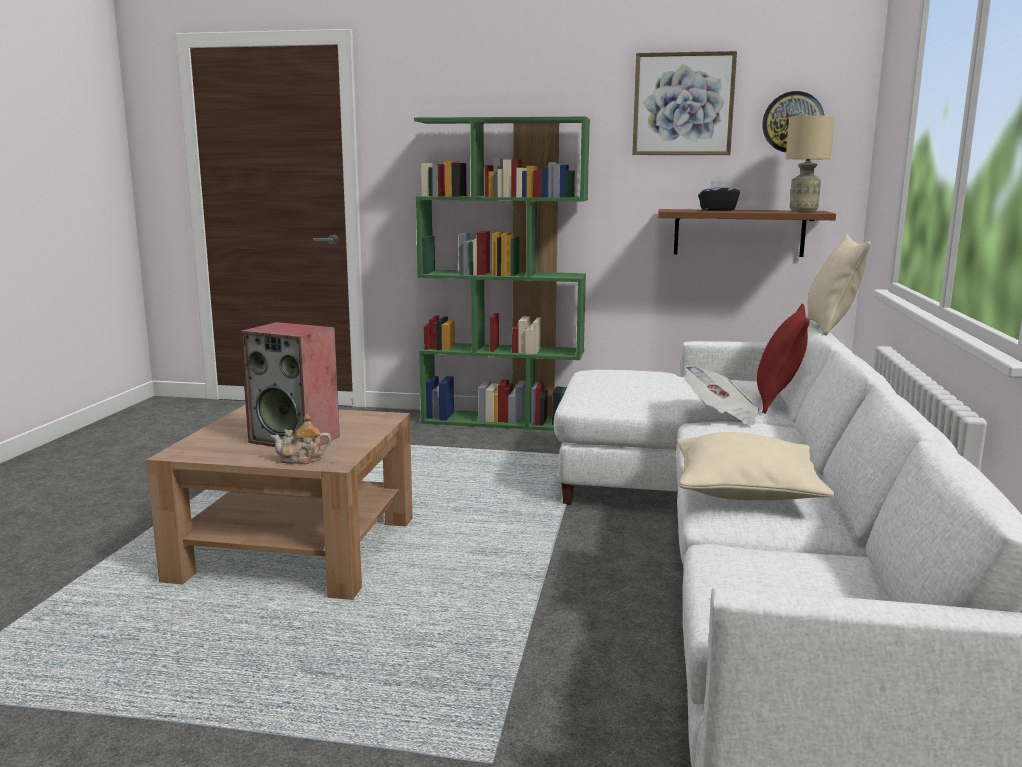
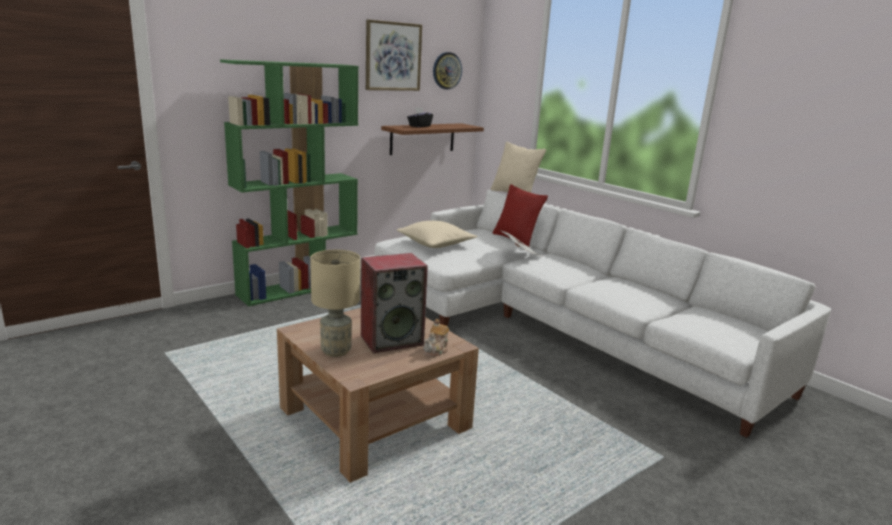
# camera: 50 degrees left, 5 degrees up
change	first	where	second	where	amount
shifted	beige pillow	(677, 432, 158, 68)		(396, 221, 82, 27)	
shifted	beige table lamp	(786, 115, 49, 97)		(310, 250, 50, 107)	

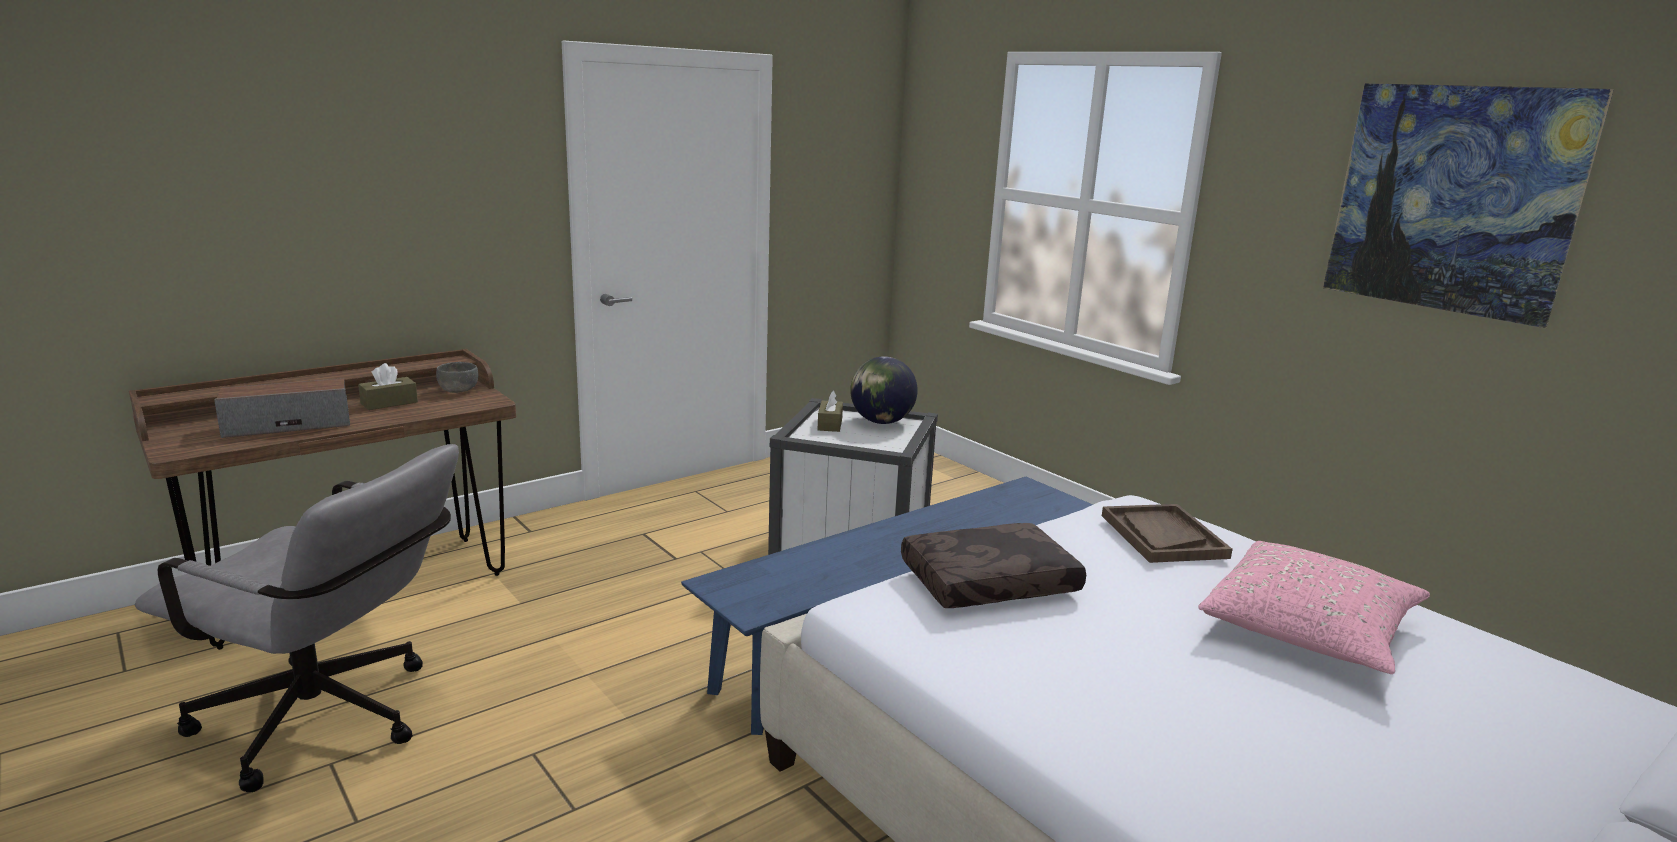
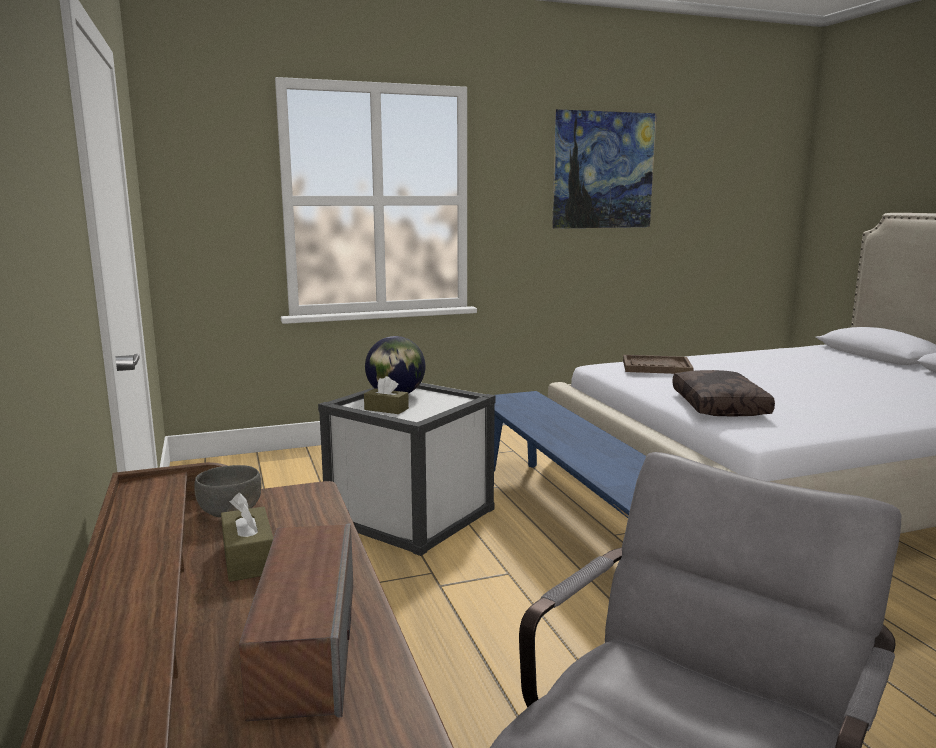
# camera: 70 degrees left, 5 degrees down
change	first	where	second	where	amount
gone	pink pillow	(1198, 541, 232, 133)			

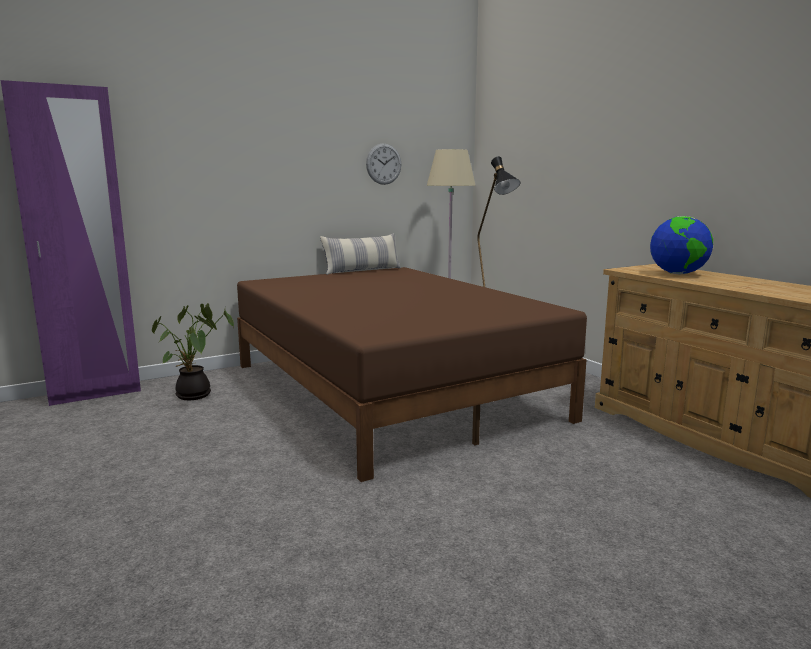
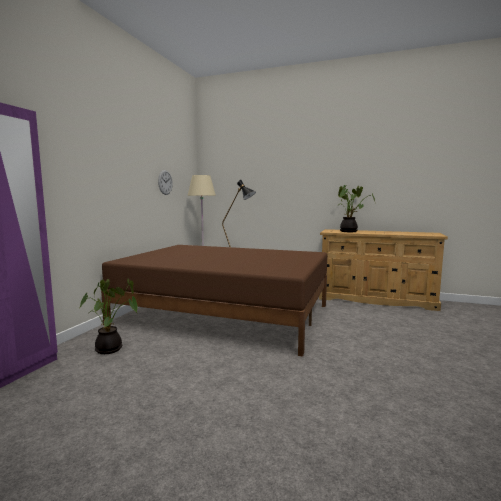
# camera: 40 degrees left, 5 degrees down
change	first	where	second	where	amount
gone	pillow	(320, 233, 81, 42)			
swapped	globe	(650, 216, 63, 58)	potted plant	(338, 185, 38, 47)	

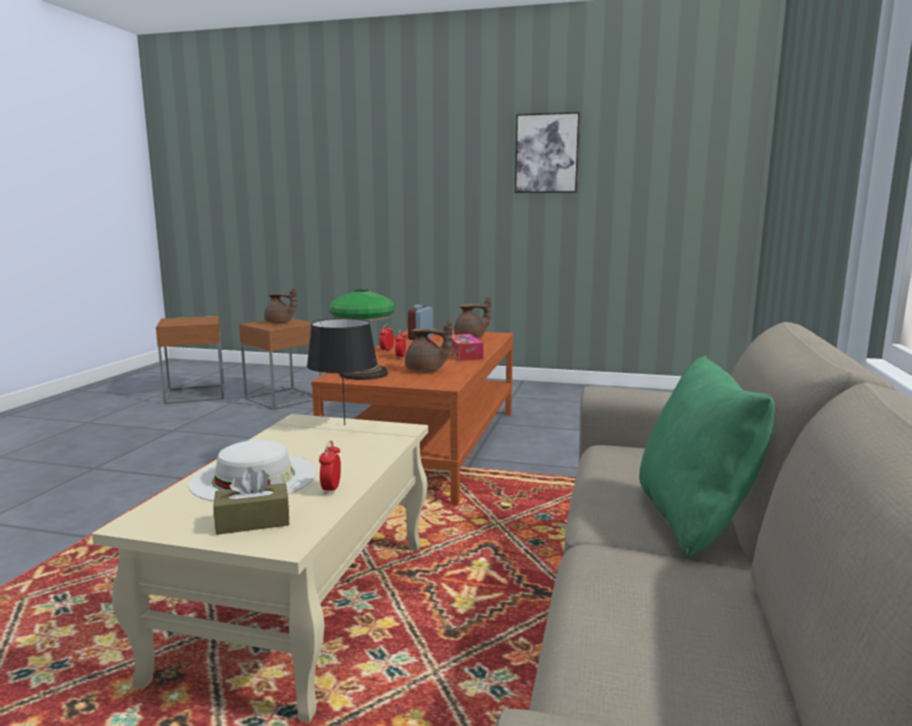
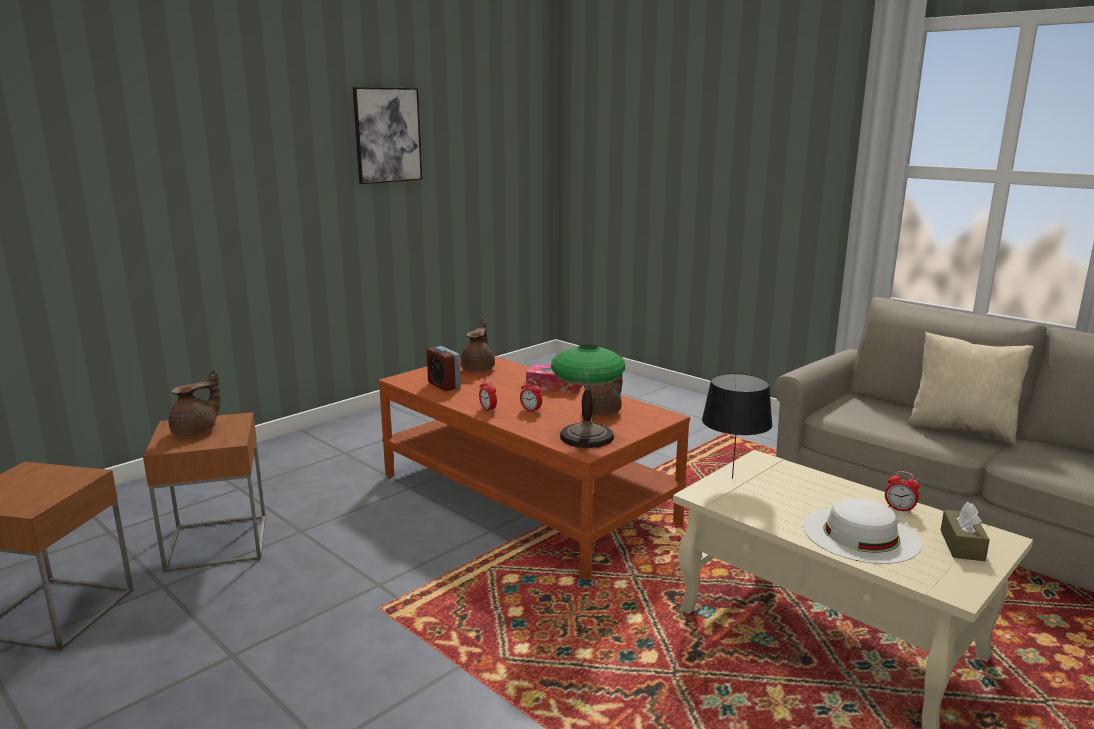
# camera: 60 degrees left, 5 degrees up
change	first	where	second	where	amount
repainted	green pillow	(639, 356, 136, 203)	beige pillow	(906, 332, 128, 114)	

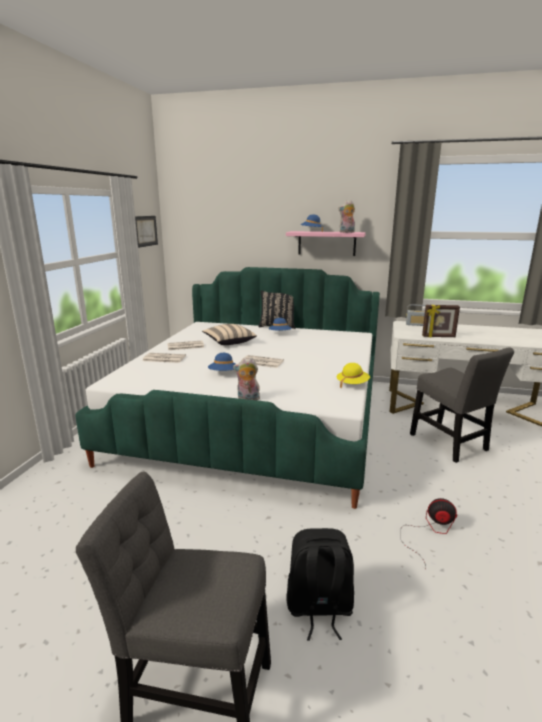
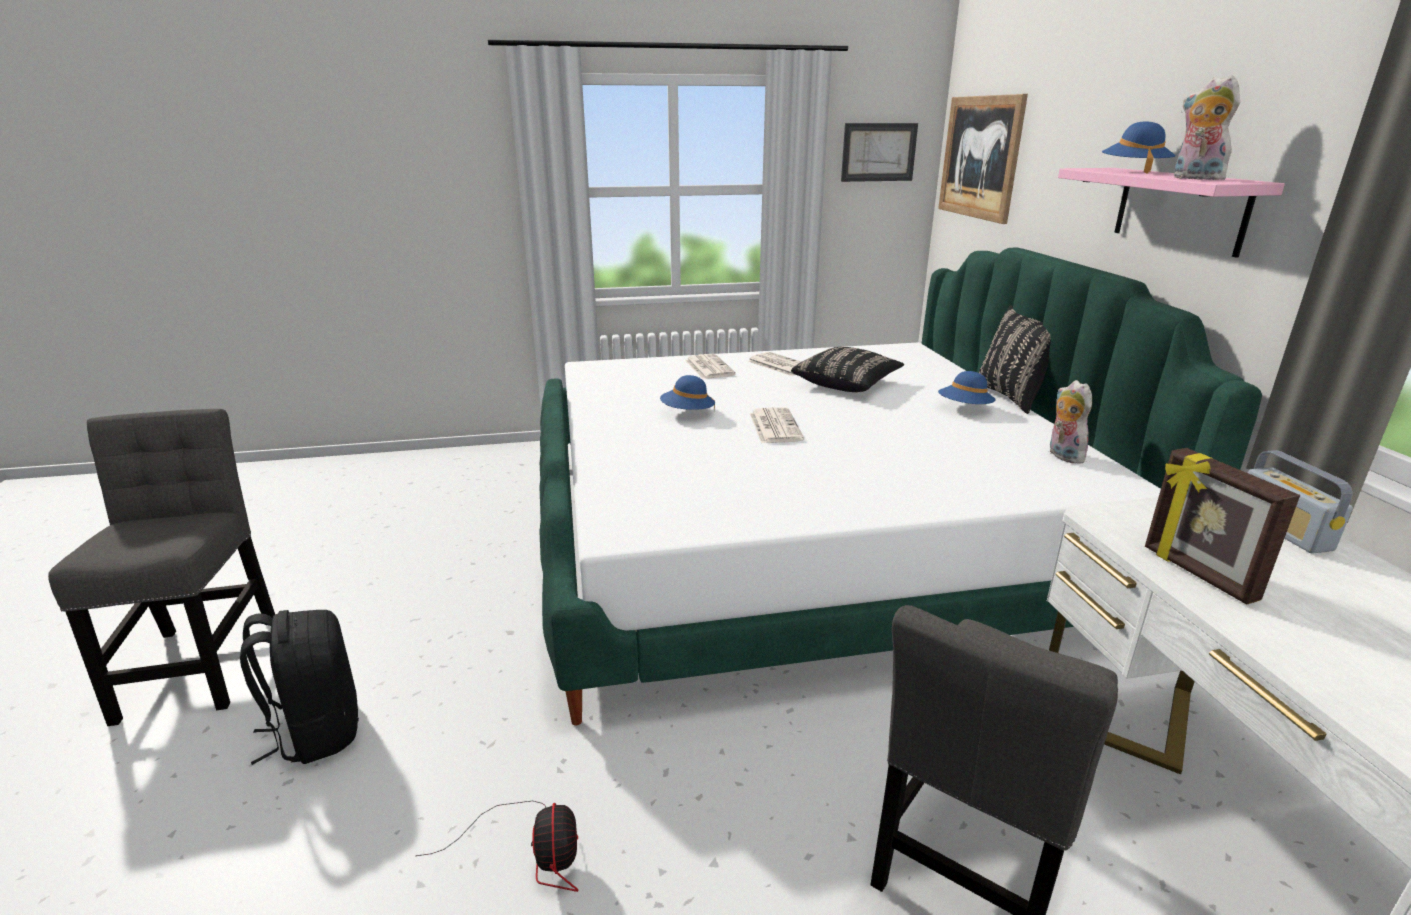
# camera: 65 degrees right, 5 degrees up
change	first	where	second	where	amount
repainted	beige pillow	(202, 324, 55, 21)	black pillow	(791, 347, 113, 45)	
shifted	plush toy	(233, 358, 27, 42)		(1050, 380, 42, 84)	
gone	yellow hat	(336, 363, 34, 25)			
new			picture	(938, 94, 90, 130)	

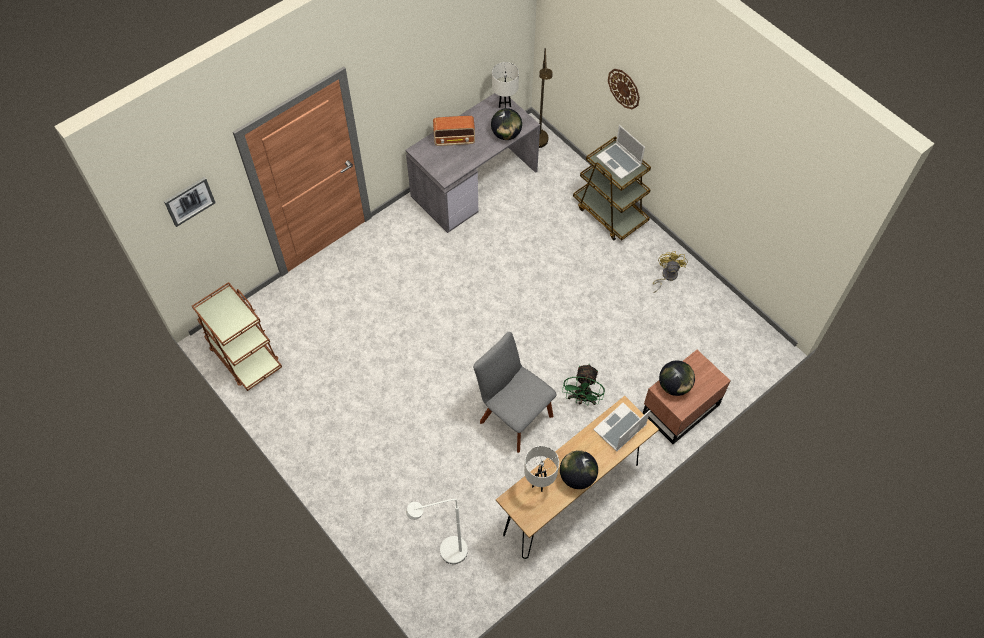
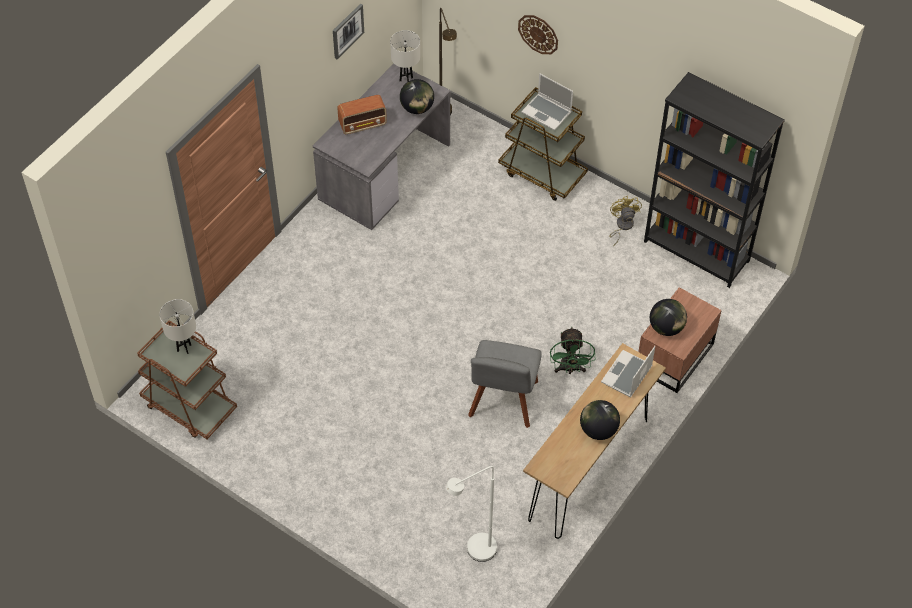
# camera: 15 degrees left, 5 degrees down
change	first	where	second	where	amount
shifted	picture	(164, 177, 51, 50)		(333, 4, 31, 55)	
rotated	grey chair	(473, 332, 83, 121)		(468, 340, 74, 88)	105 degrees counterclockwise
shifted	white table lamp	(524, 446, 35, 46)		(159, 299, 37, 55)	
new			black bookcase	(644, 72, 141, 216)	

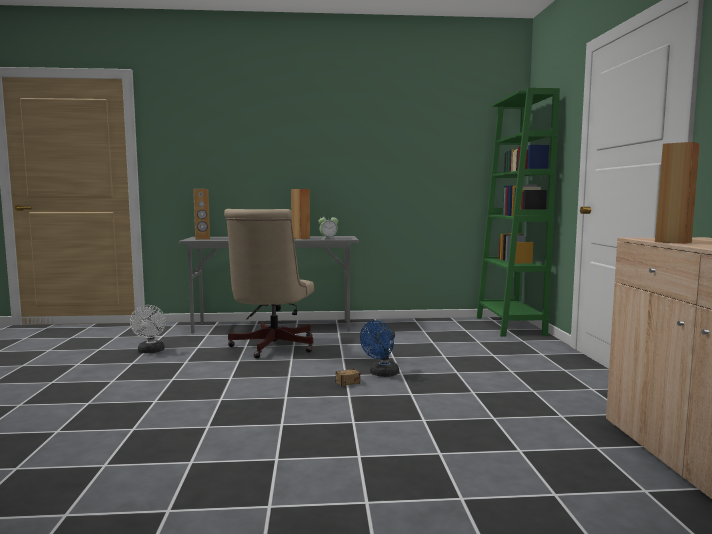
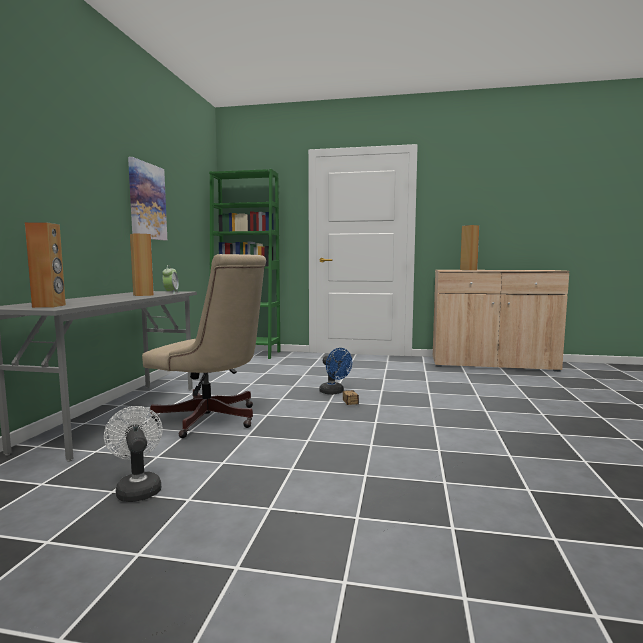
# camera: 75 degrees left, 0 degrees up
change	first	where	second	where	amount
rotated	white fan	(130, 305, 36, 48)		(104, 406, 59, 96)	120 degrees counterclockwise
new			picture	(128, 157, 39, 83)	

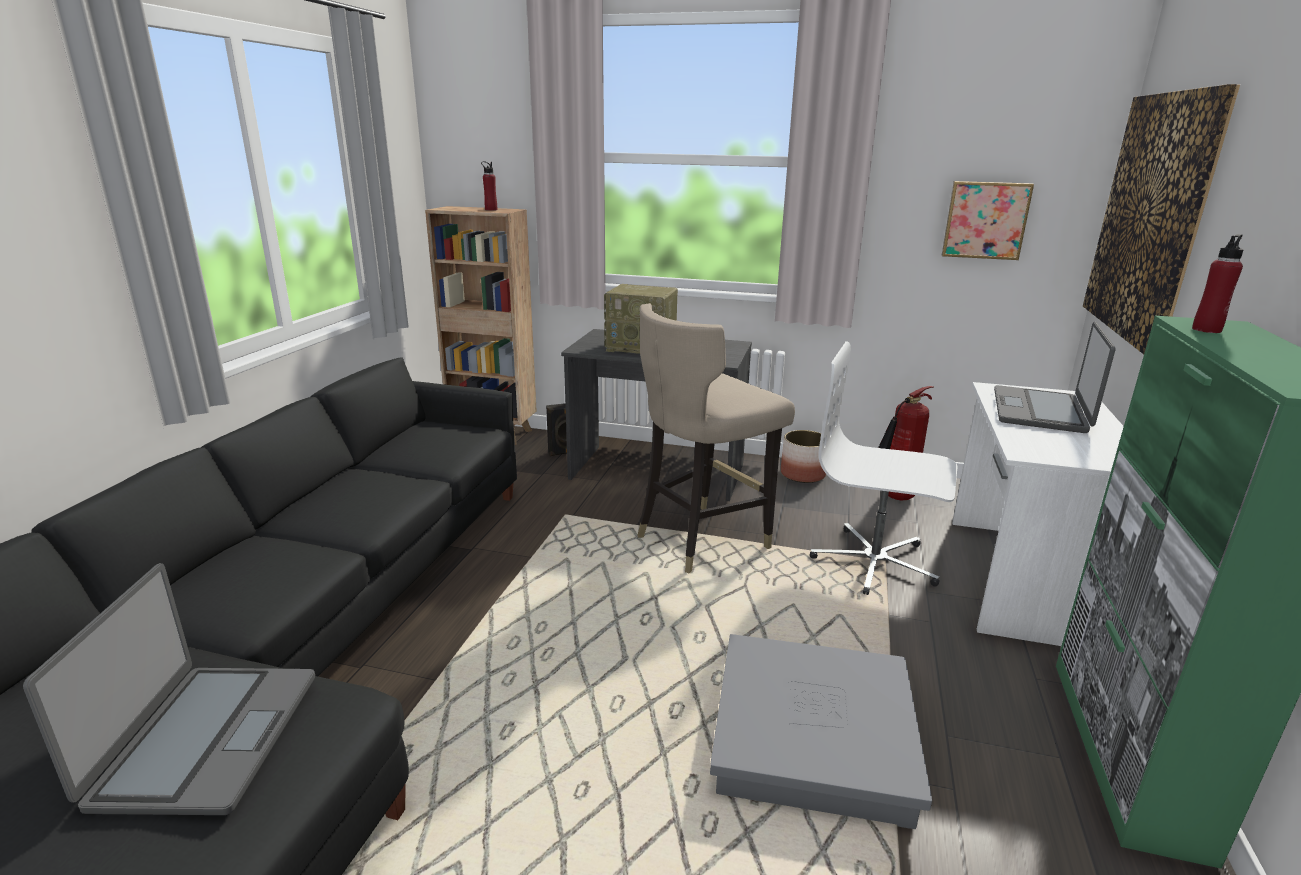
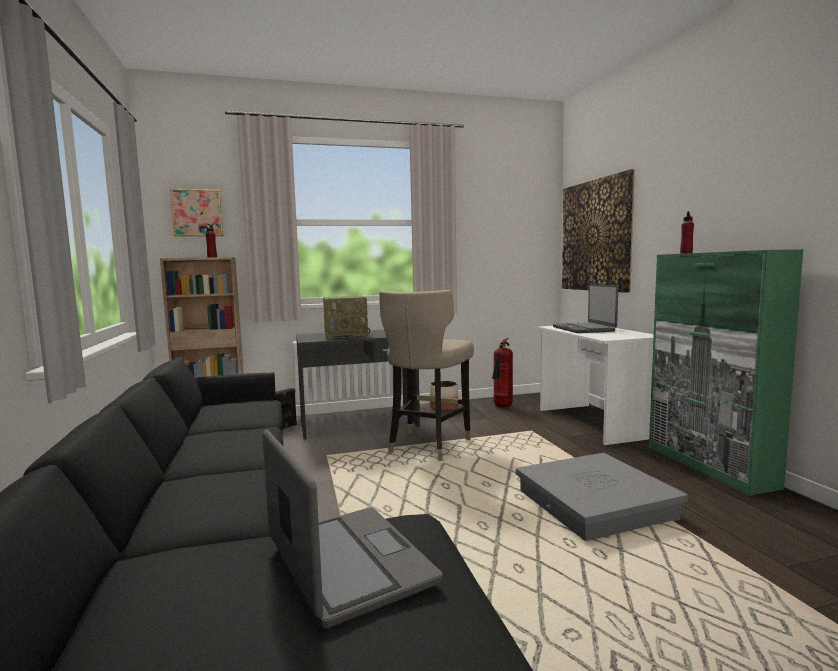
# camera: 30 degrees left, 15 degrees down
change	first	where	second	where	amount
gone	white office chair	(810, 341, 148, 254)			
shifted	picture	(942, 181, 92, 79)		(170, 189, 53, 47)	

